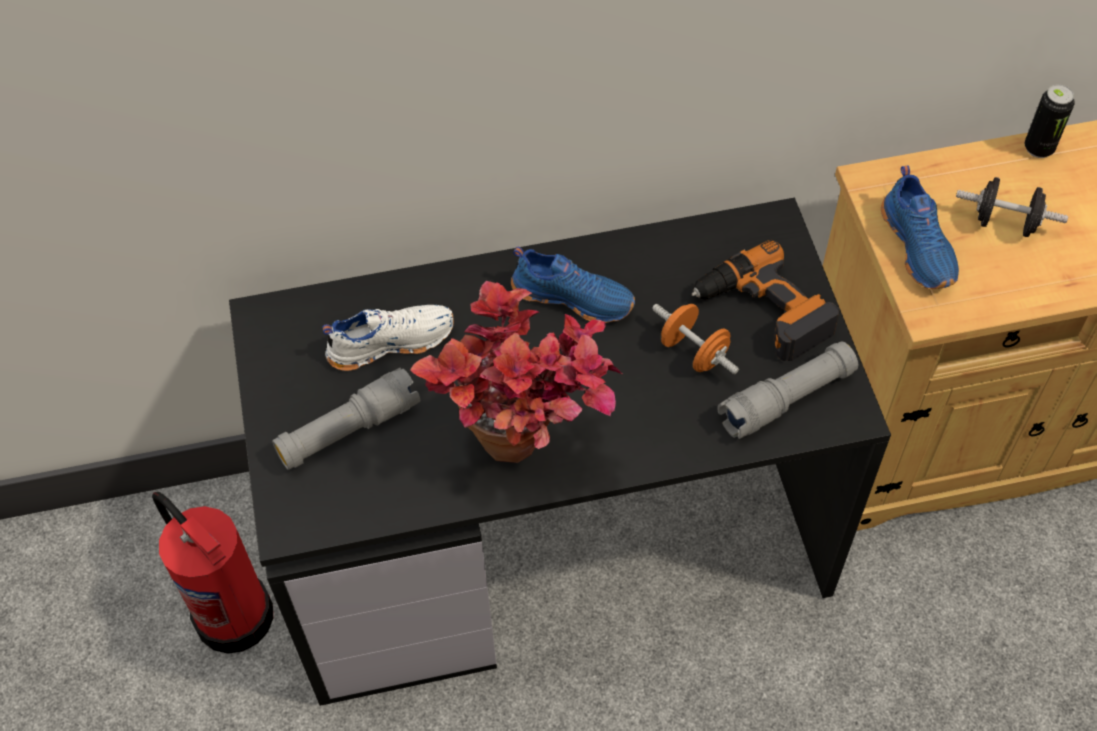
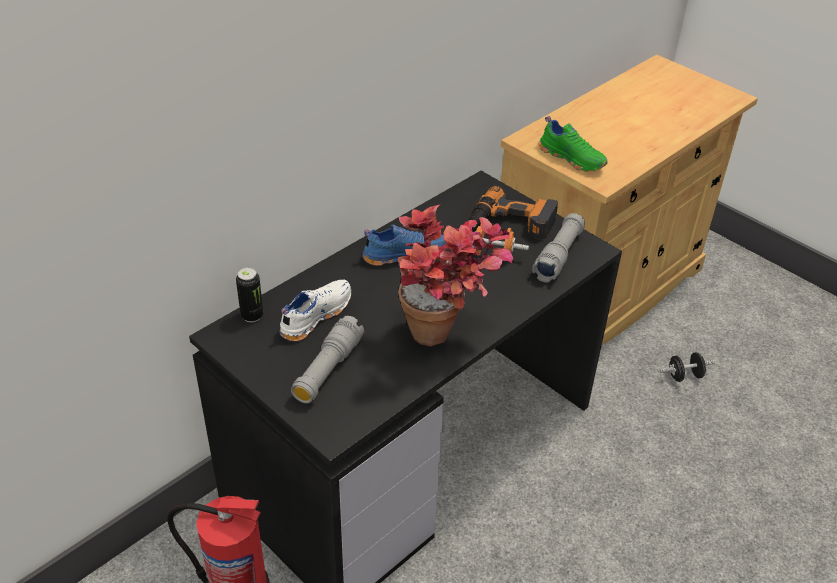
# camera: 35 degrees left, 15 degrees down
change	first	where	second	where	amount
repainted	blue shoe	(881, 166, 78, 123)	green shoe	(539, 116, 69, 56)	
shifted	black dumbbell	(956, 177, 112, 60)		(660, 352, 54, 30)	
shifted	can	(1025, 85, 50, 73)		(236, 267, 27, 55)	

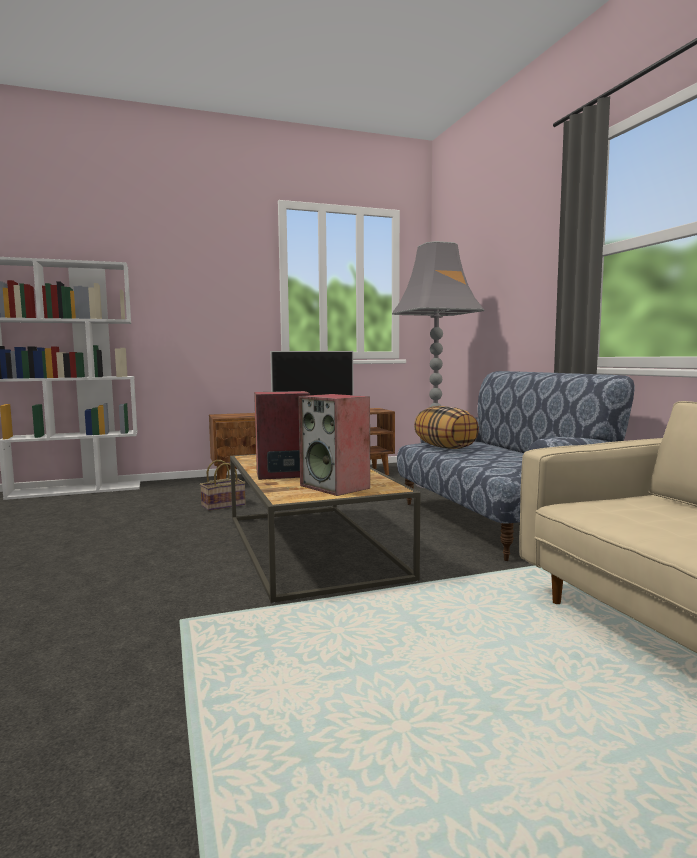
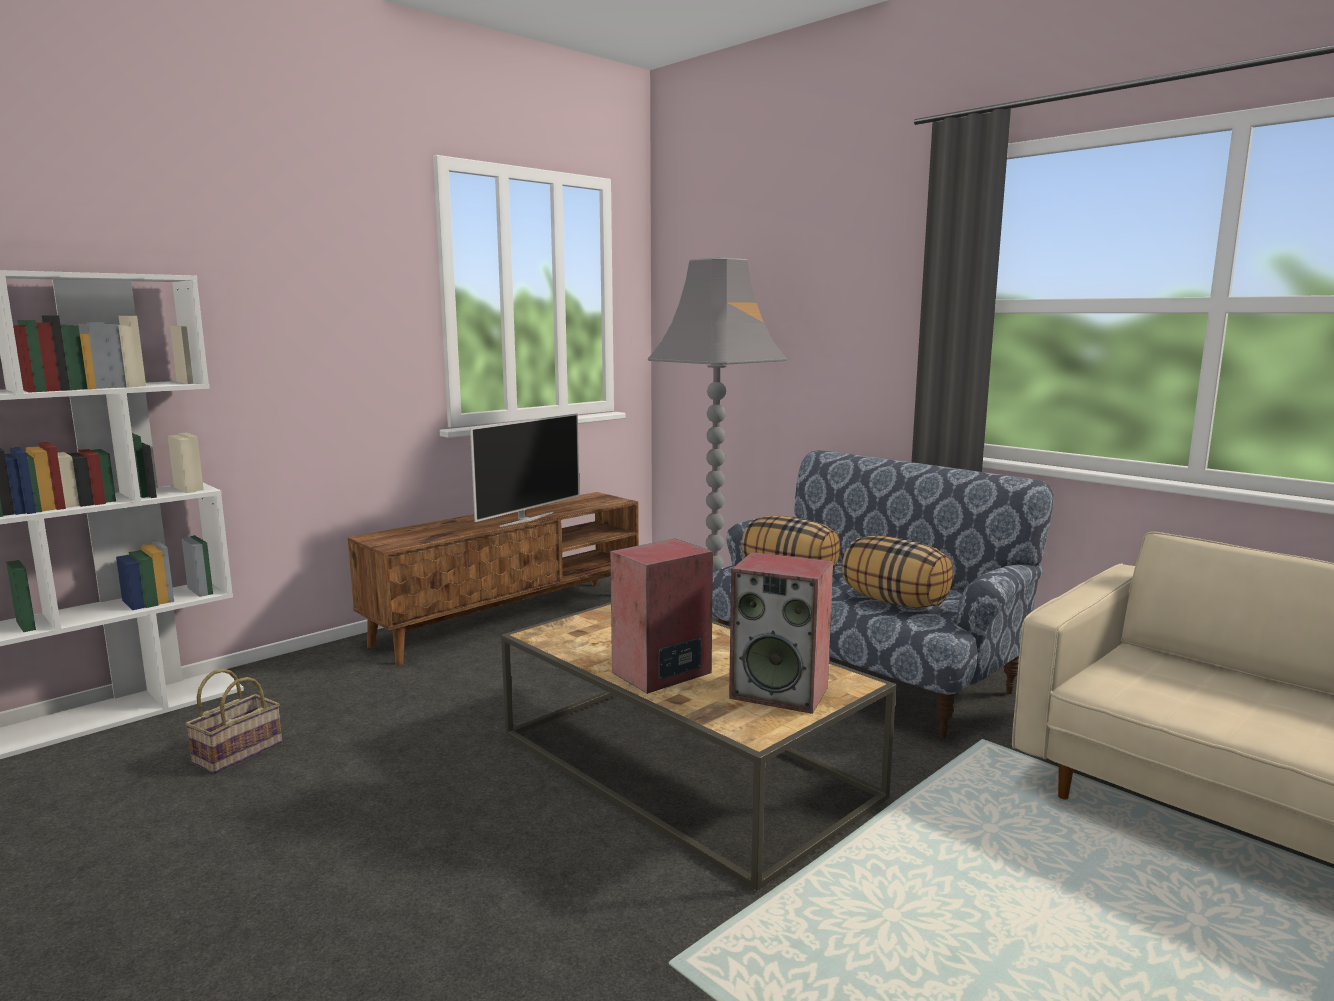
# camera: 25 degrees left, 5 degrees up
change	first	where	second	where	amount
shifted	basket	(200, 460, 46, 51)		(185, 669, 97, 105)	
new			pillow	(842, 536, 111, 72)	

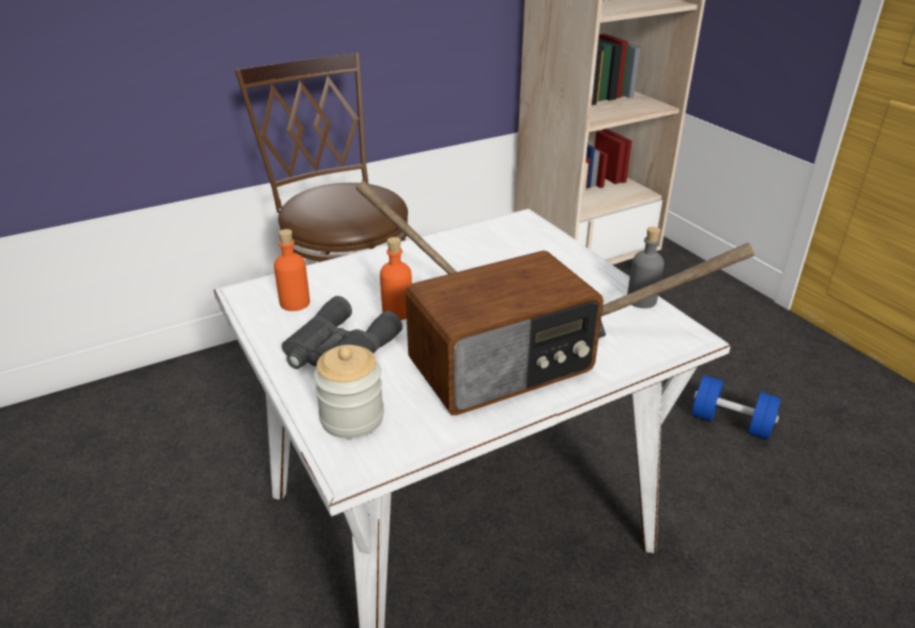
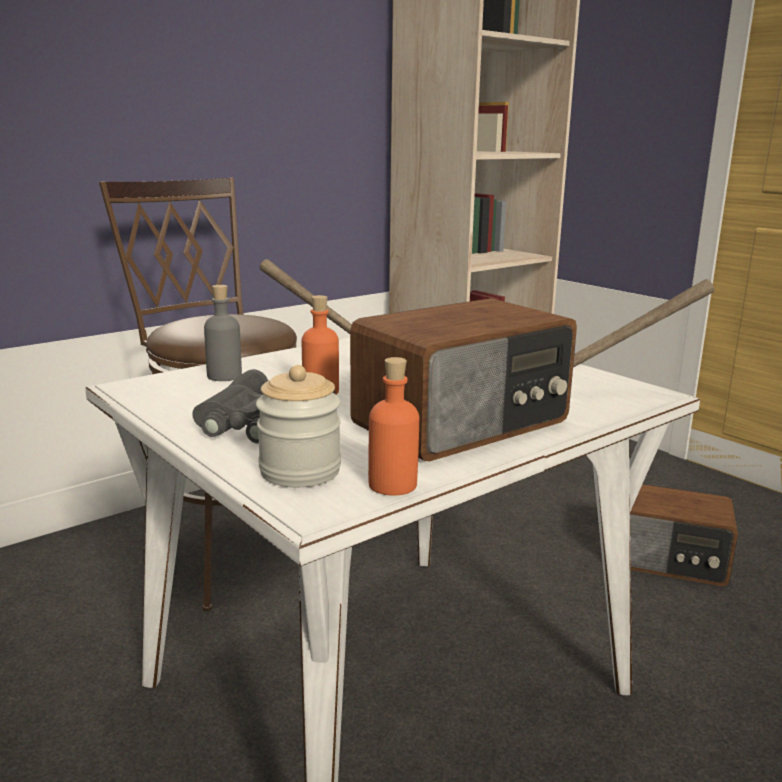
# camera: 10 degrees left, 15 degrees down
change	first	where	second	where	amount
shifted	orange bottle	(274, 229, 36, 82)		(368, 357, 51, 139)	
shifted	grey bottle	(627, 227, 37, 81)		(204, 285, 38, 96)	
swapped	blue dumbbell	(692, 375, 89, 65)	radio	(630, 484, 108, 102)	

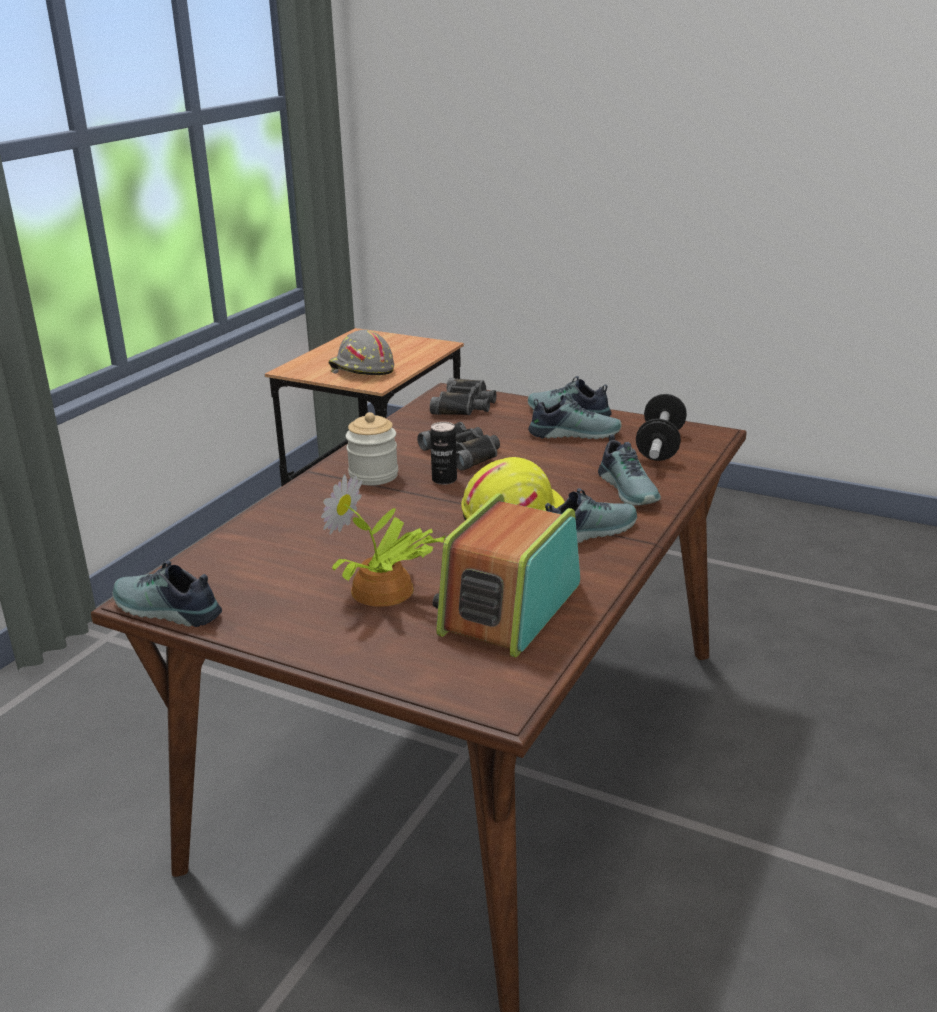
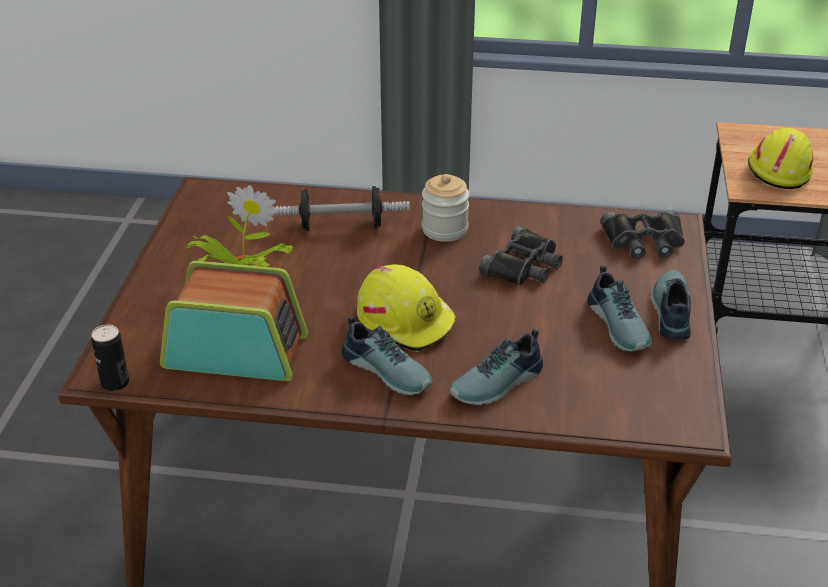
# camera: 70 degrees right, 10 degrees up
change	first	where	second	where	amount
gone	shoe	(113, 560, 109, 67)			
repainted	grey hard hat	(328, 330, 66, 46)	yellow hard hat	(748, 128, 65, 61)	
shifted	can	(430, 422, 27, 63)		(91, 325, 38, 66)	
shifted	dumbbell	(636, 394, 51, 67)		(273, 186, 137, 45)	

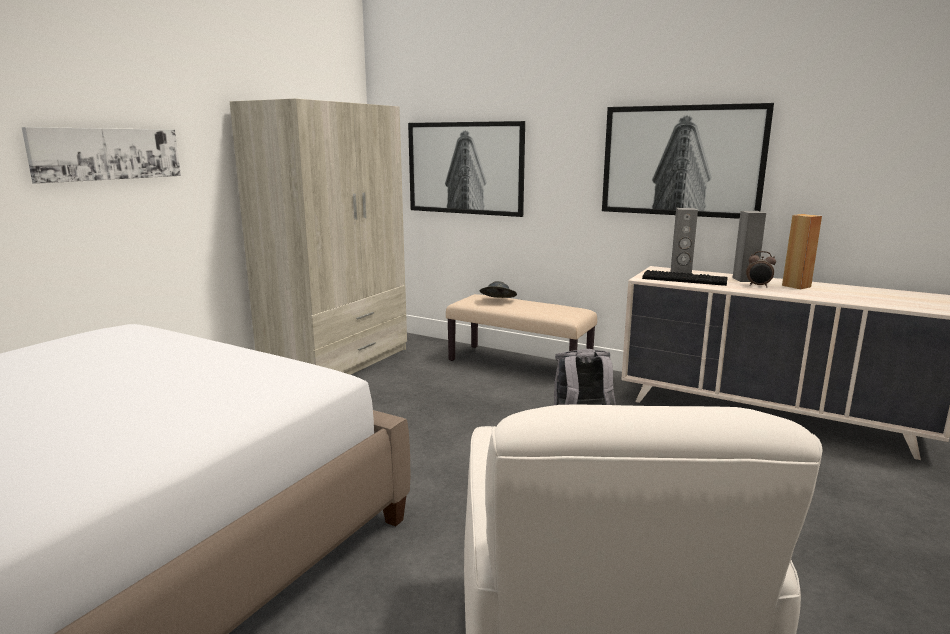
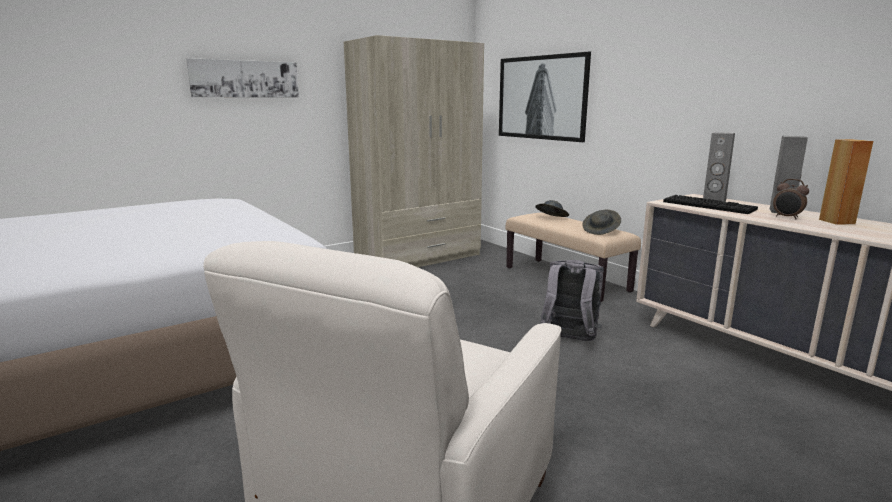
# camera: 25 degrees right, 0 degrees up
change	first	where	second	where	amount
gone	picture	(602, 103, 172, 116)			
new			grey hat	(582, 210, 39, 25)	

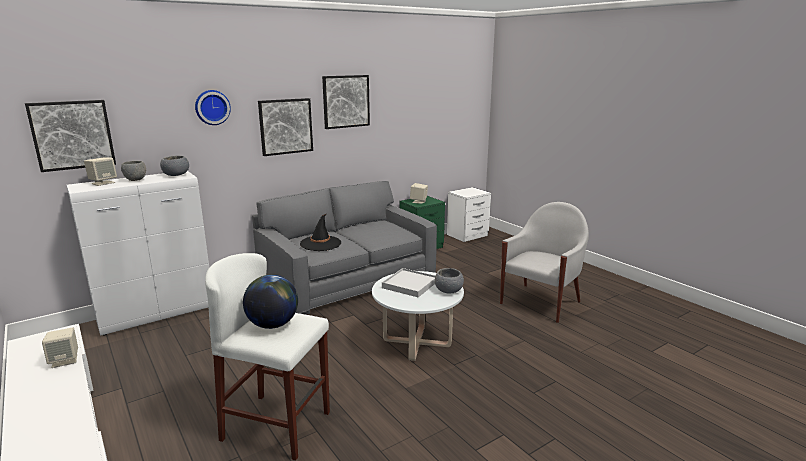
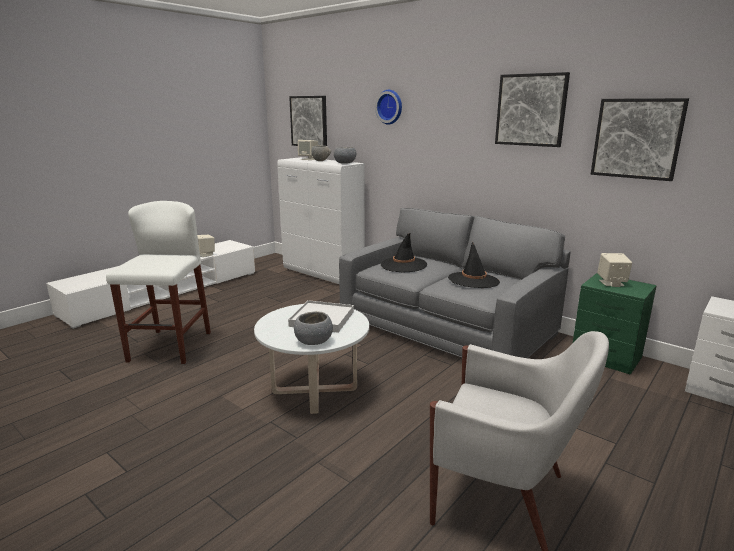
# camera: 75 degrees right, 0 degrees up
change	first	where	second	where	amount
gone	globe	(243, 275, 55, 54)			
shifted	picture	(258, 98, 55, 58)		(591, 98, 98, 83)	
new			black hat	(448, 242, 52, 46)	

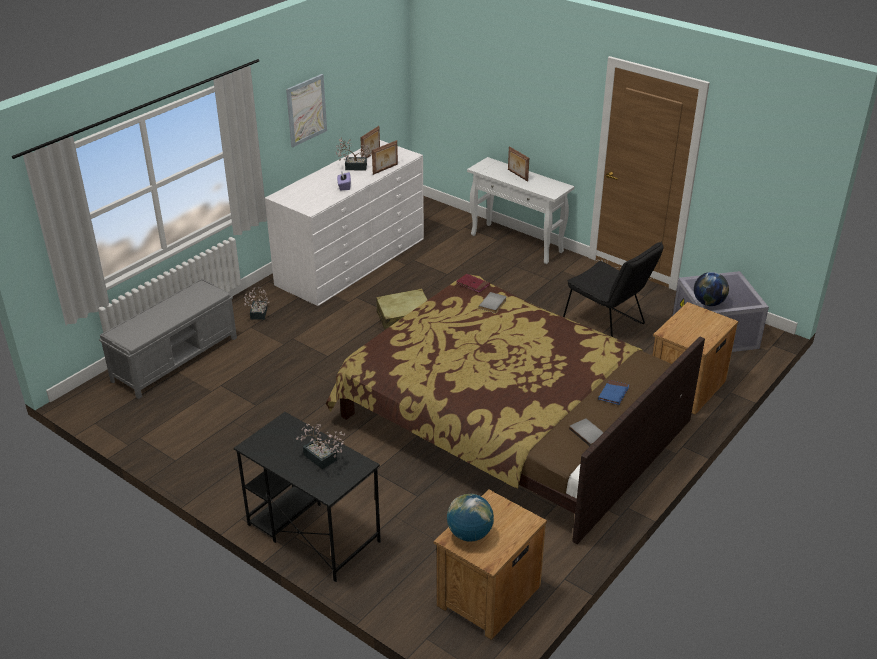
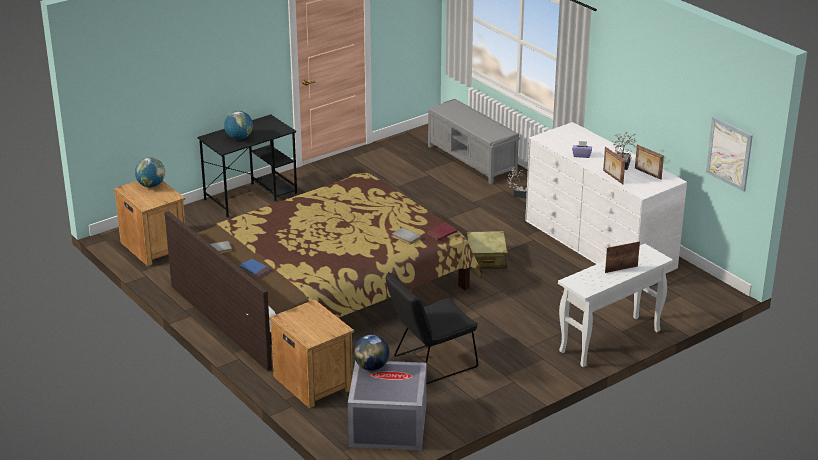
# camera: 105 degrees right, 5 degrees down
change	first	where	second	where	amount
shifted	picture	(286, 74, 41, 73)		(706, 117, 47, 75)	
swapped	potted plant	(296, 424, 49, 45)	globe	(224, 111, 29, 28)	

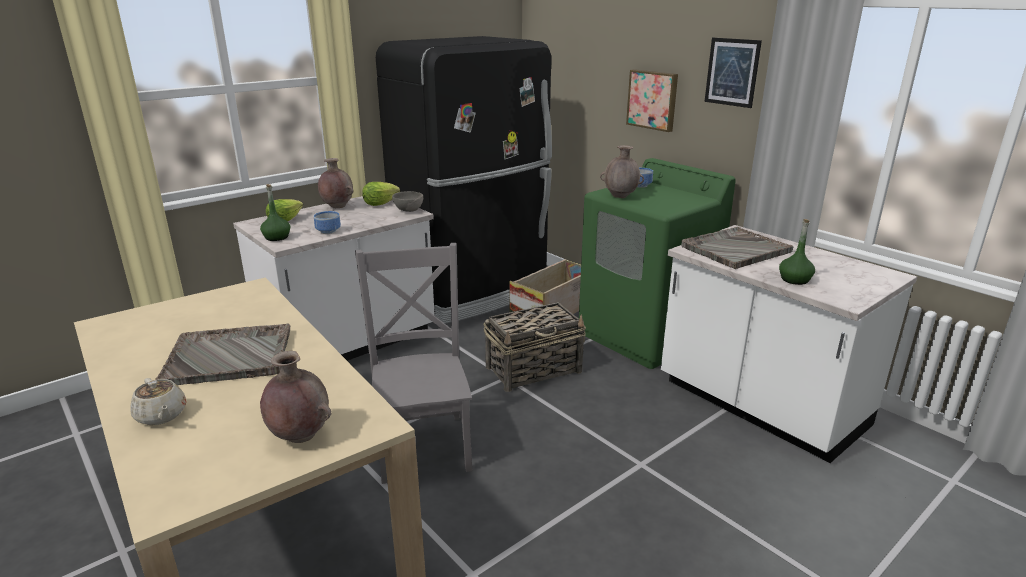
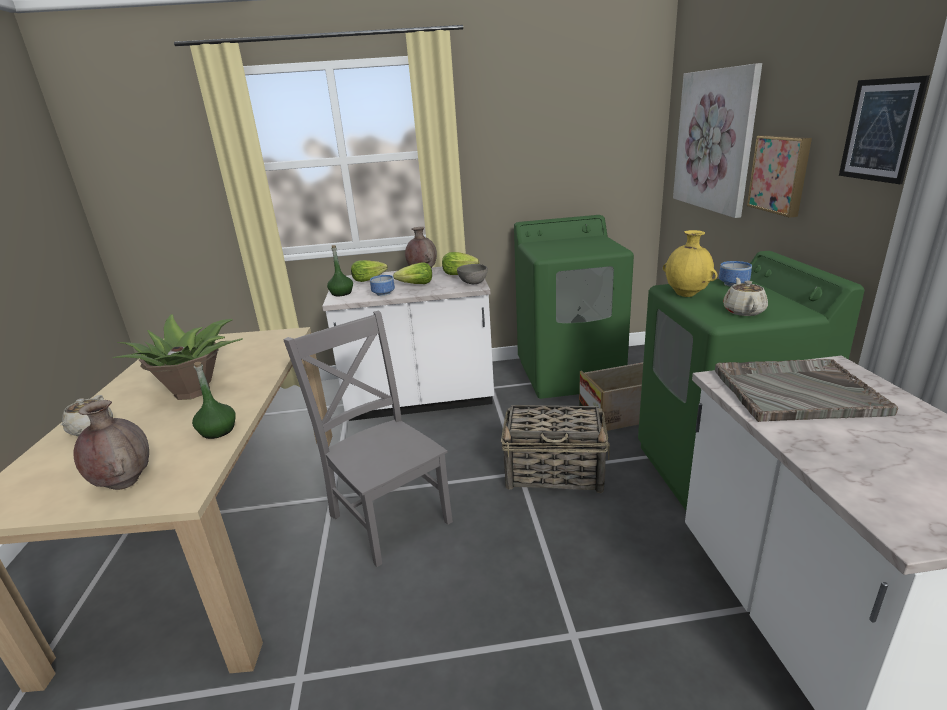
# camera: 35 degrees right, 0 degrees up
change	first	where	second	where	amount
swapped	grey tray	(155, 324, 136, 61)	potted plant	(112, 314, 131, 86)	
rotated	grey chair	(355, 243, 118, 241)		(283, 311, 170, 256)	60 degrees counterclockwise
swapped	black fridge	(376, 36, 176, 288)	green washing machine	(514, 215, 120, 184)	
repainted	brown vase	(600, 145, 44, 53)	yellow vase	(663, 230, 55, 67)	
shifted	green bottle	(779, 219, 36, 66)		(192, 362, 44, 77)	
new			lettuce	(393, 262, 39, 22)	
new			picture	(673, 63, 89, 155)	
new			beige teapot	(723, 278, 45, 38)	

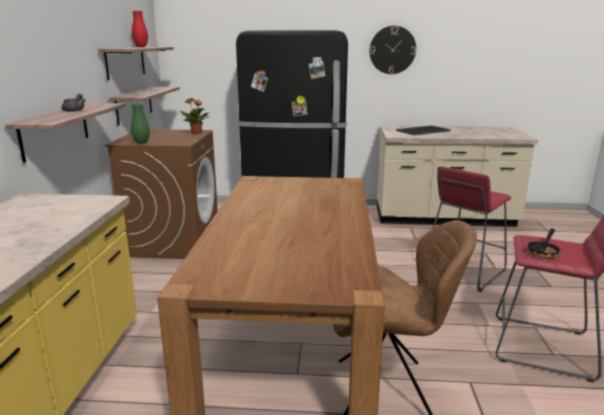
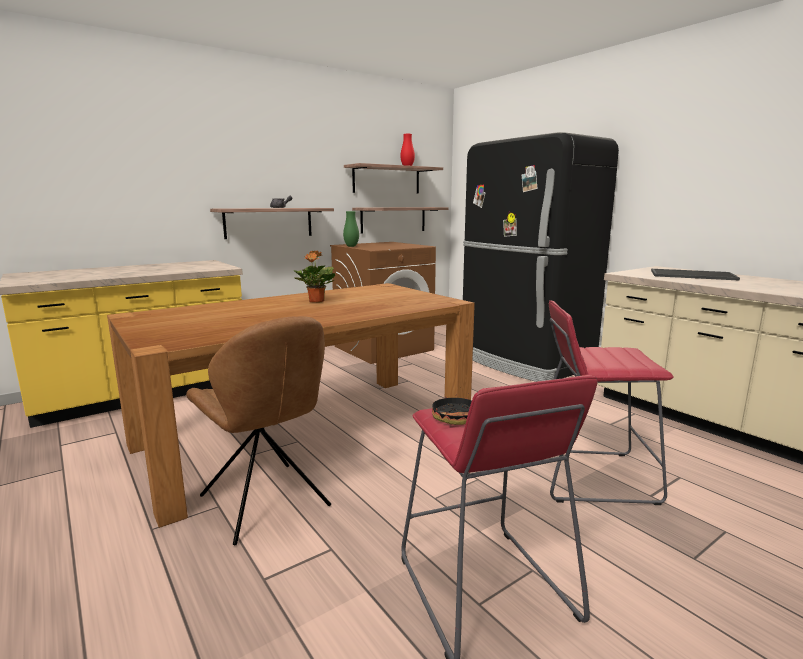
# camera: 50 degrees right, 5 degrees down
change	first	where	second	where	amount
shifted	potted plant	(180, 98, 30, 36)		(294, 250, 41, 53)	
gone	wall clock	(369, 26, 47, 48)			

